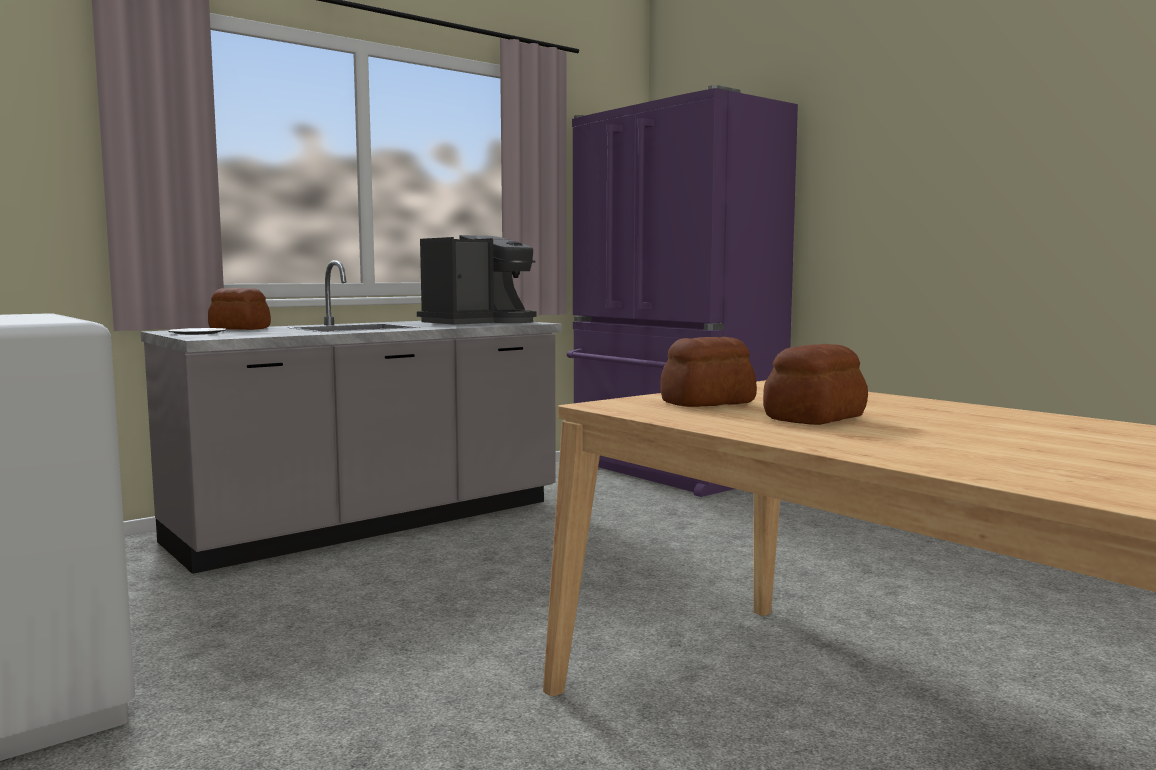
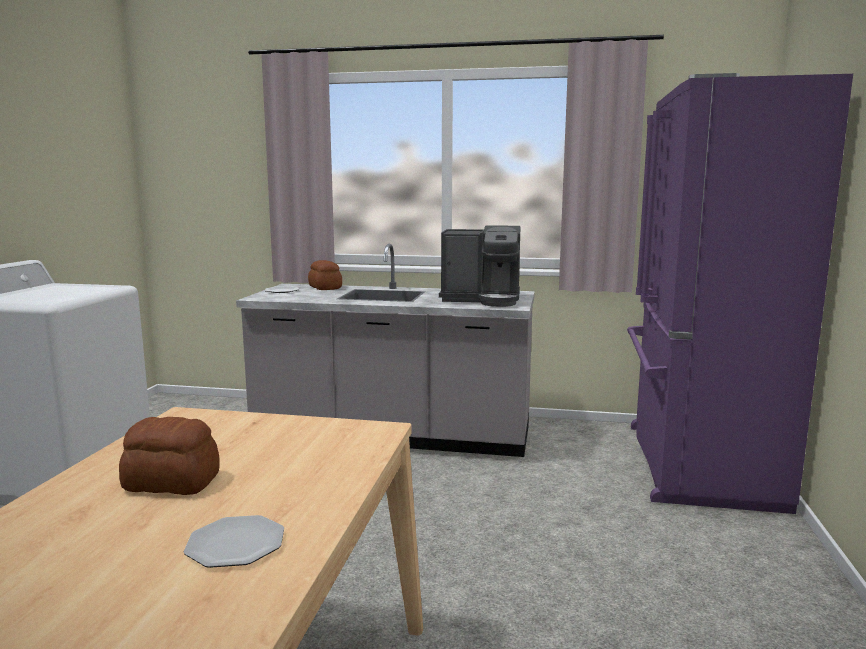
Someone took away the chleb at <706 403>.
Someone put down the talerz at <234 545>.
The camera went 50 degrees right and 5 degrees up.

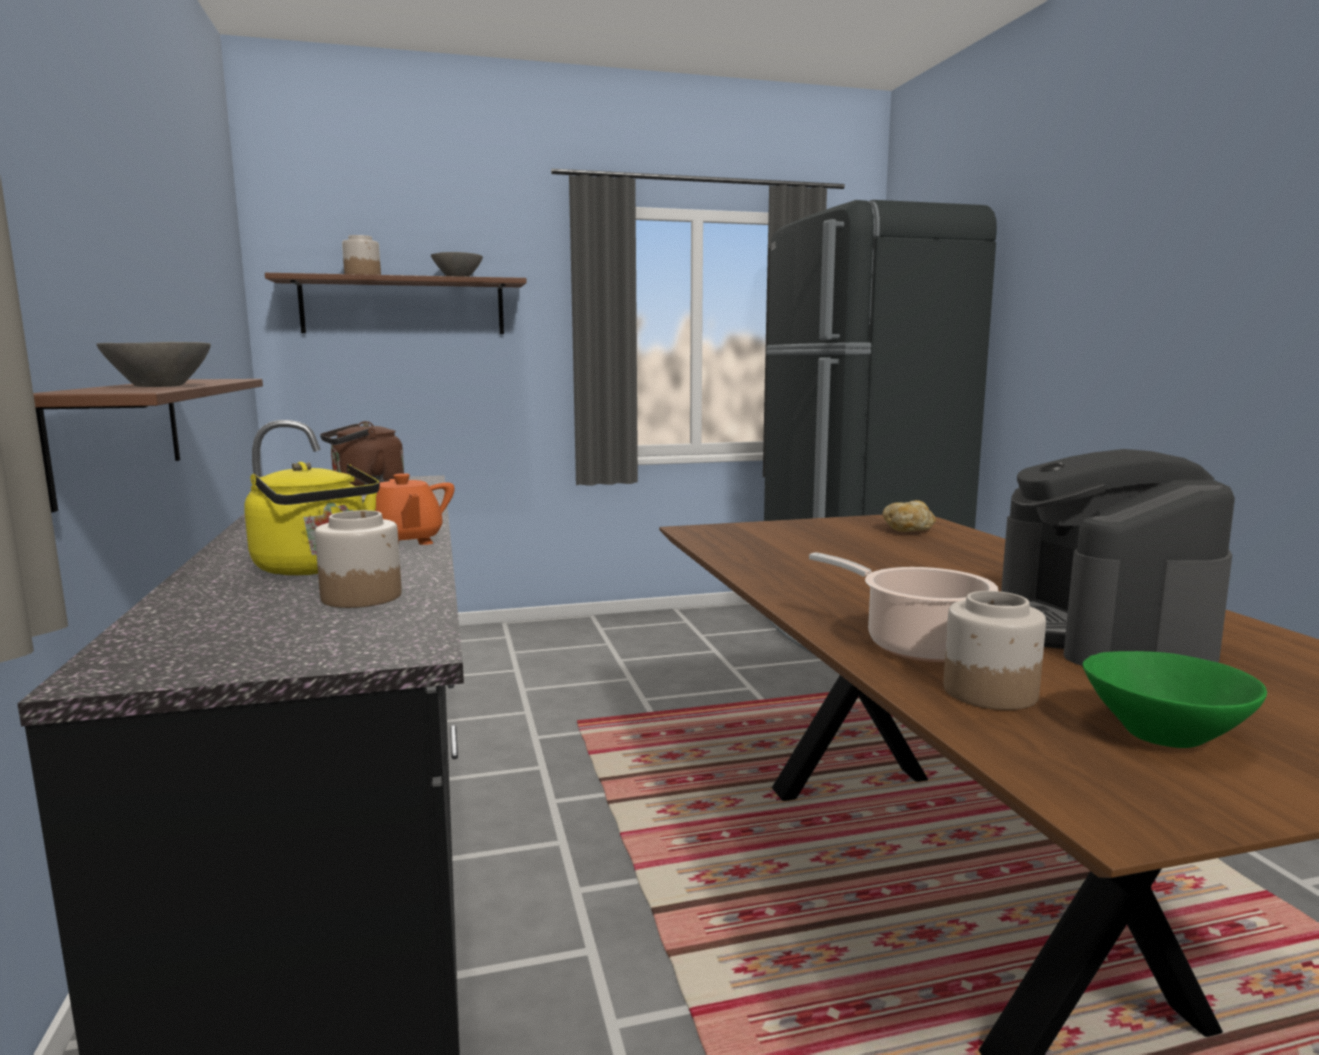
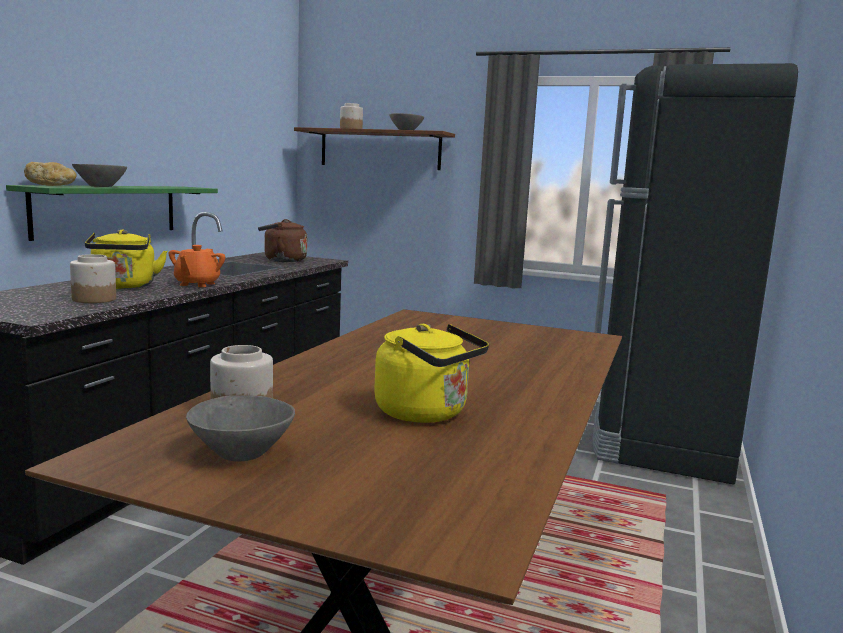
Someone took away the garnek at <917 645>.
Someone carried the chleb from <908 530> to <52 185>.
Someone swapped the ekspres do kawy at <1098 631> for the czajnik [żółty] at <426 413>.
Someone repainted the półka [brązowy] at <120 433>, which became the półka [zielony] at <108 210>.
Someone repainted the miska [zielony] at <1162 734>, which became the miska [szary] at <242 453>.
The camera went 35 degrees right and 0 degrees up.

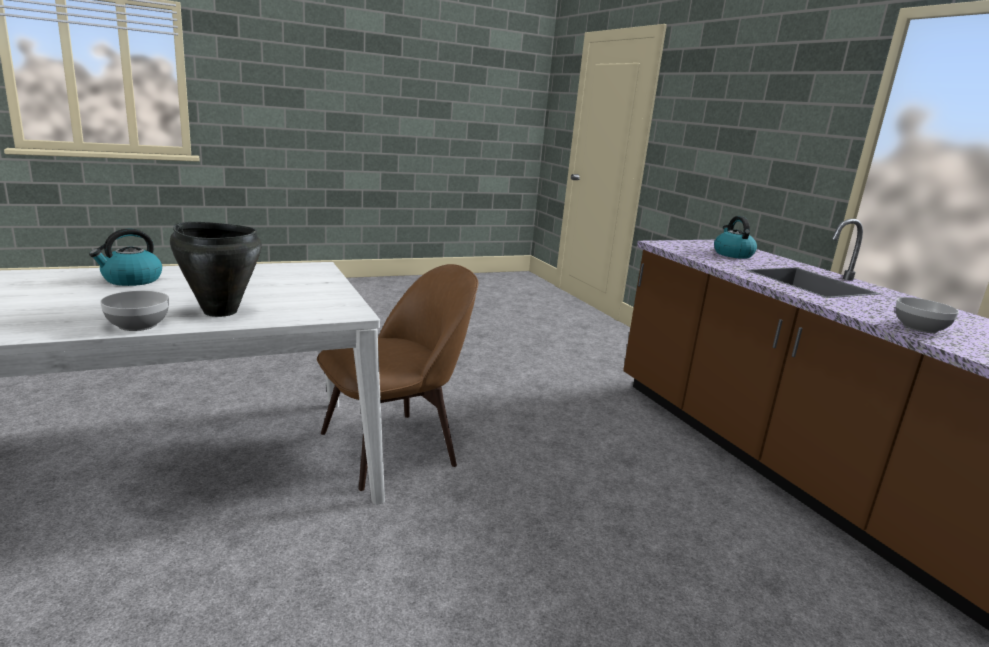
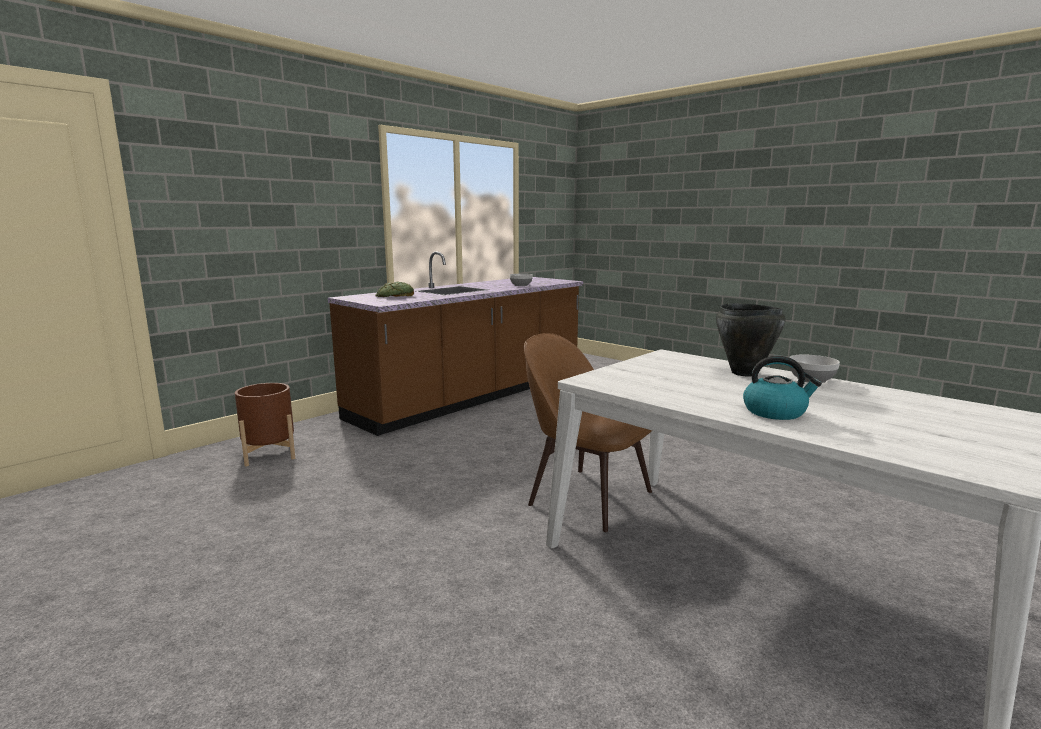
Someone put down the donica [brązowy] at <269 454>.
Someone swapped the czajnik at <732 254> for the chleb at <395 296>.
The camera went 110 degrees left and 5 degrees down.

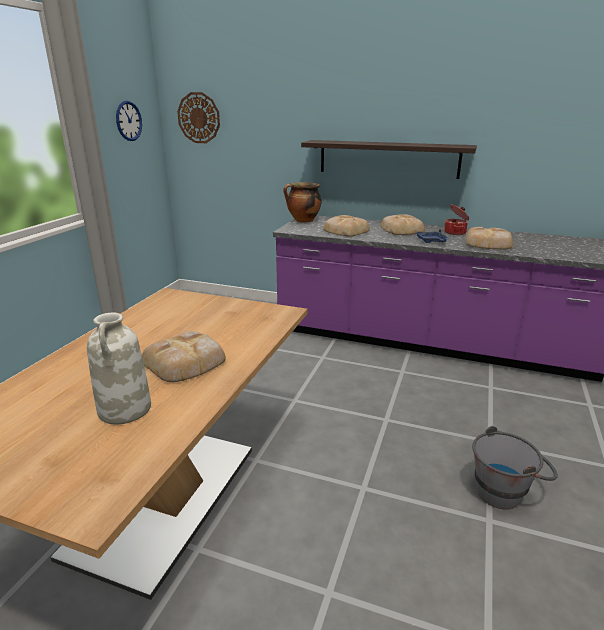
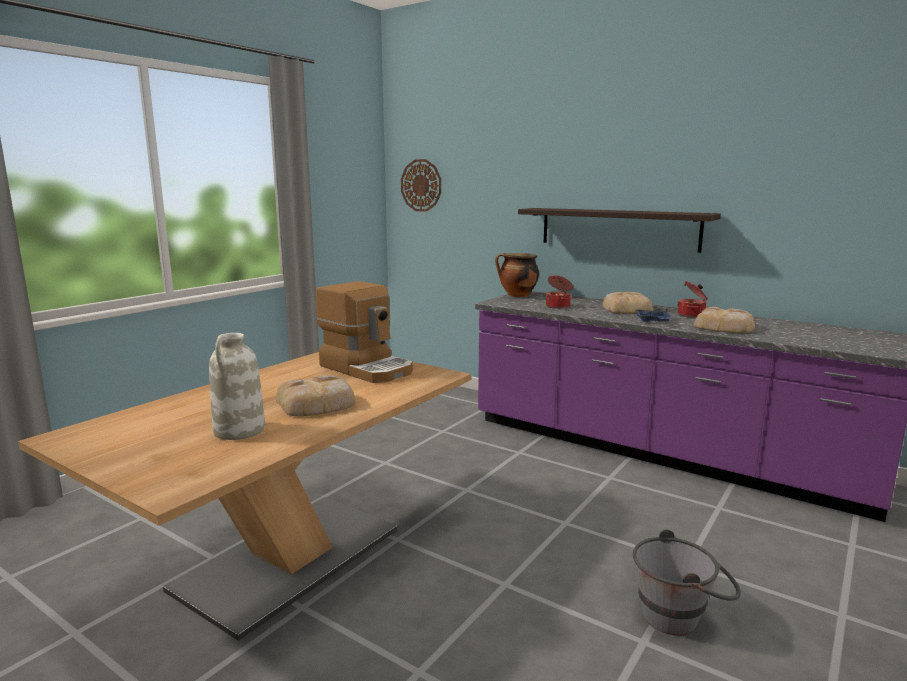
Someone took away the zegar ścienny at <128 121>.
Someone put down the ekspres do kawy at <367 368>.
Someone swapped the chleb at <345 230> for the garnek at <558 306>.
The camera went 15 degrees right and 10 degrees down.

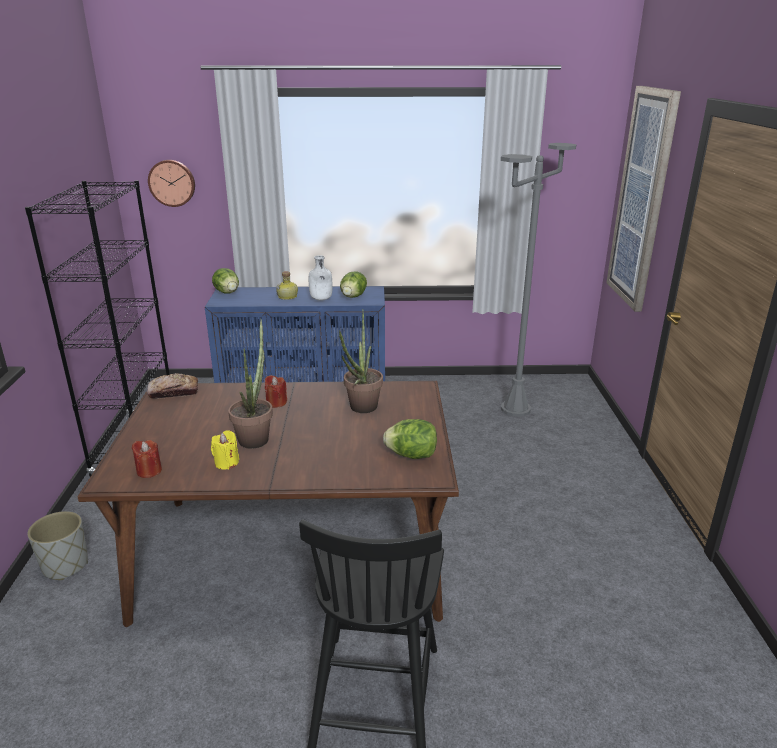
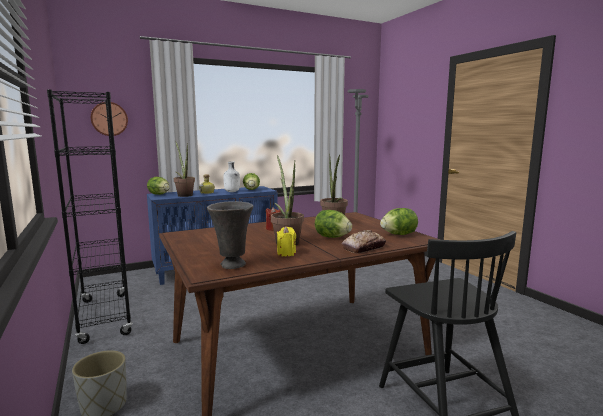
Someone took away the obraz at <642 199>.
Someone put down the roślina doniczkowa at <184 195>.
Someone put down the sałata at <332 237>.
Someone carried the chleb from <174 392> to <364 248>.
Someone swapped the świeca [czerwony] at <149 471> for the wazon [szary] at <232 265>.
The camera went 25 degrees left and 15 degrees down.

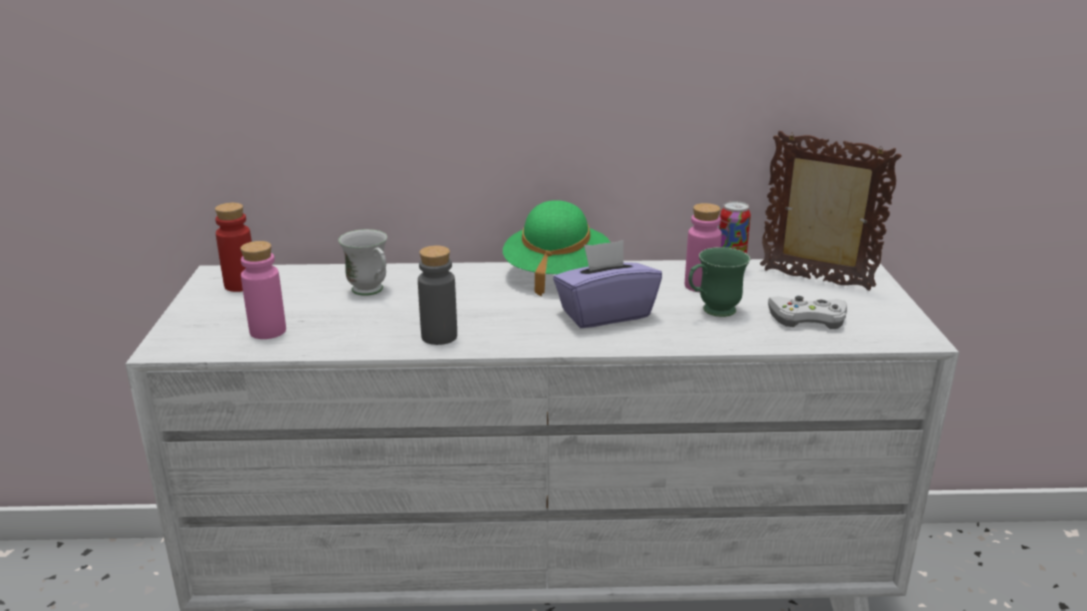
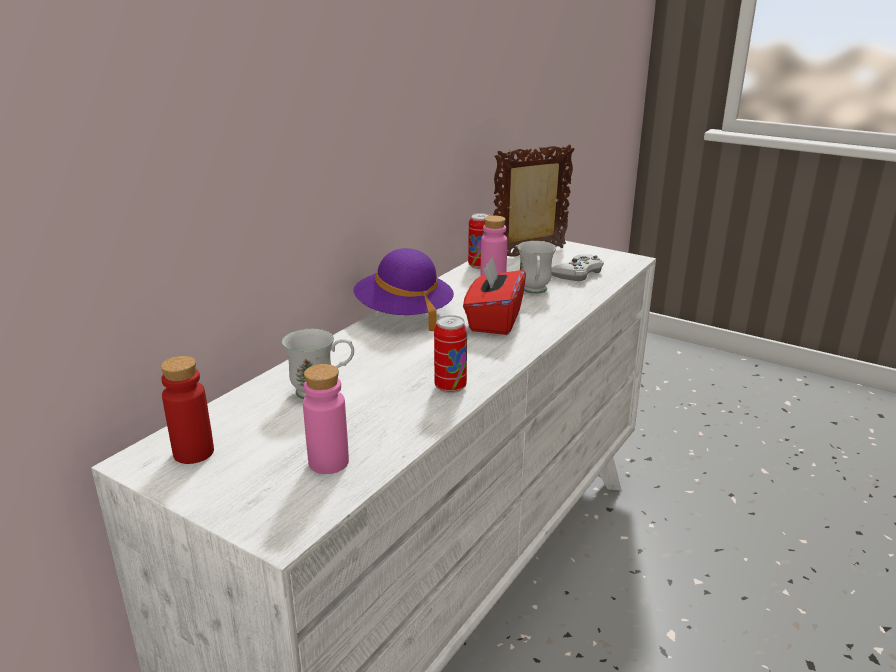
Someone swapped the butelka [szary] at <439 336> for the puszka at <450 387>.
Someone repainted the kapelusz [zielony] at <556 273>, which became the kapelusz [fioletowy] at <404 314>.
Someone repainted the pudełko chusteczek [fioletowy] at <605 314>, which became the pudełko chusteczek [czerwony] at <494 321>.
Someone repainted the kubek [zielony] at <712 312>, which became the kubek [biały] at <535 291>.
The camera went 55 degrees left and 0 degrees up.

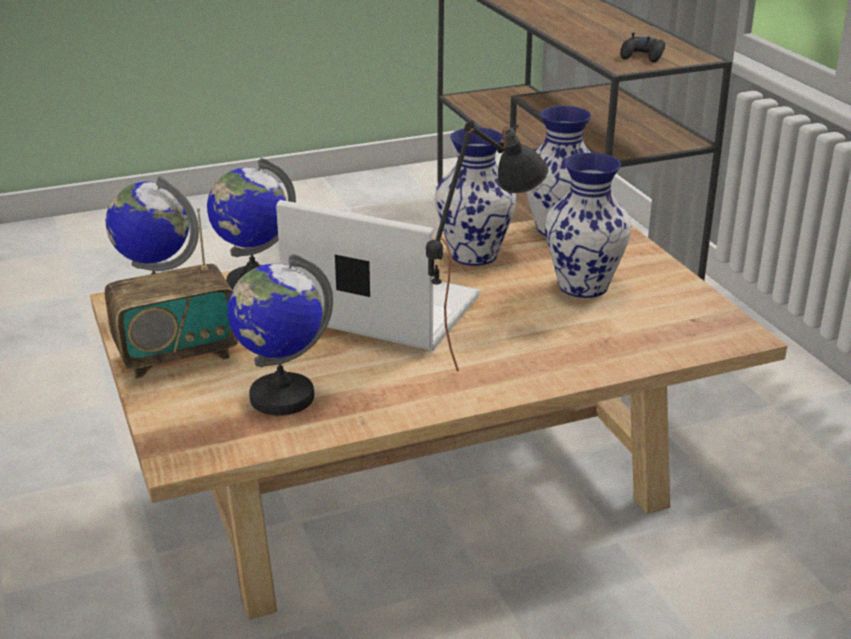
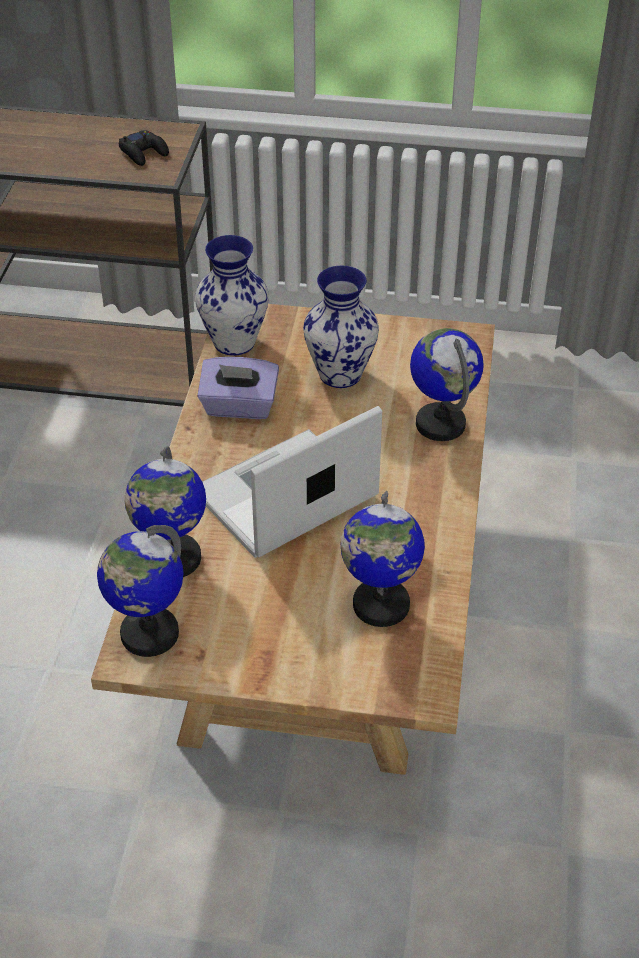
Someone took away the radio at <176 355>.
Someone took away the lampa stołowa [czarny] at <480 344>.
Someone put down the globus at <440 424>.
Someone swapped the wazon at <475 255> for the pudełko chusteczek [fioletowy] at <239 407>.
The camera went 60 degrees left and 15 degrees up.

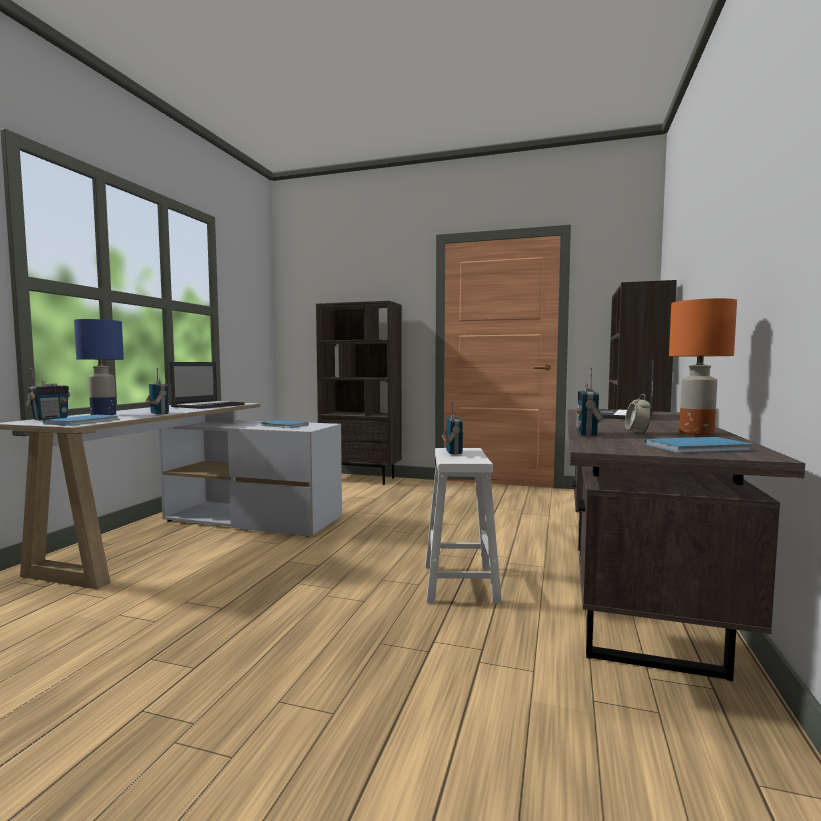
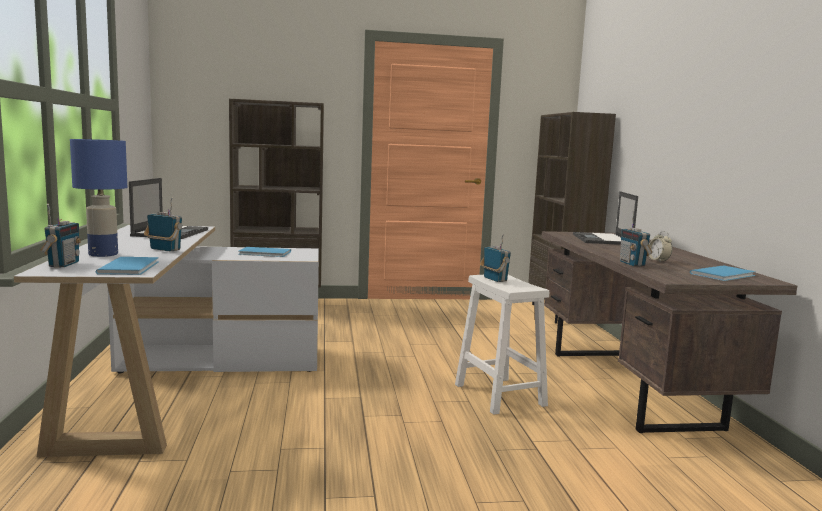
Someone took away the lampa stołowa [pomarańczowy] at <697 433>.
The camera went 25 degrees left and 5 degrees up.

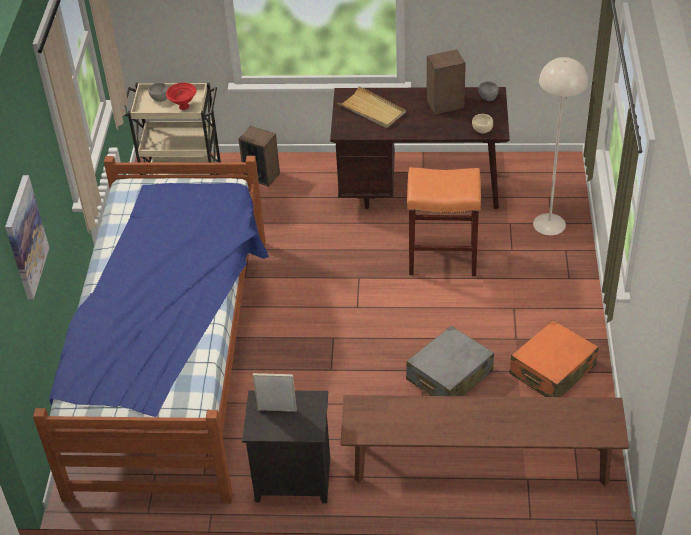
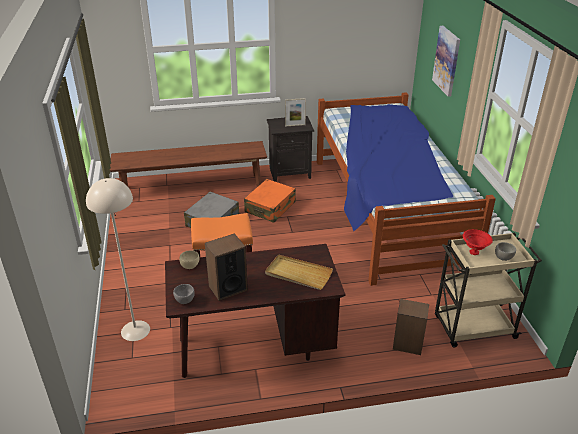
Someone carried the walizka [pomarańczowy] from <552 370> to <270 207>.
The camera went 165 degrees right and 10 degrees down.

